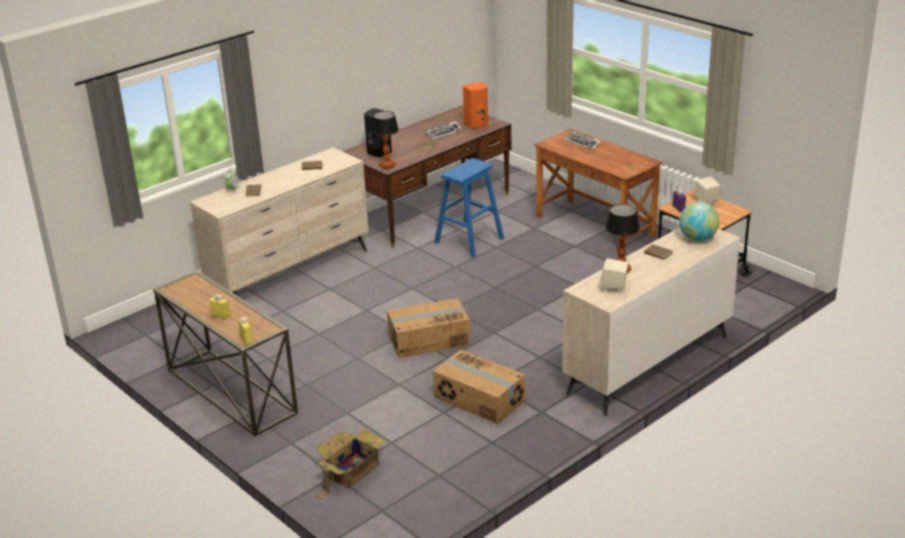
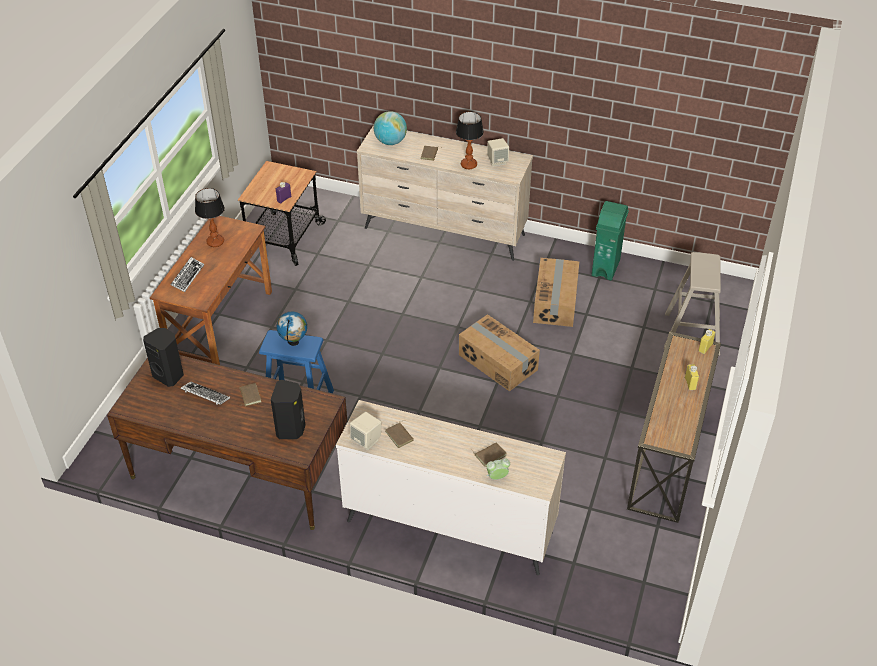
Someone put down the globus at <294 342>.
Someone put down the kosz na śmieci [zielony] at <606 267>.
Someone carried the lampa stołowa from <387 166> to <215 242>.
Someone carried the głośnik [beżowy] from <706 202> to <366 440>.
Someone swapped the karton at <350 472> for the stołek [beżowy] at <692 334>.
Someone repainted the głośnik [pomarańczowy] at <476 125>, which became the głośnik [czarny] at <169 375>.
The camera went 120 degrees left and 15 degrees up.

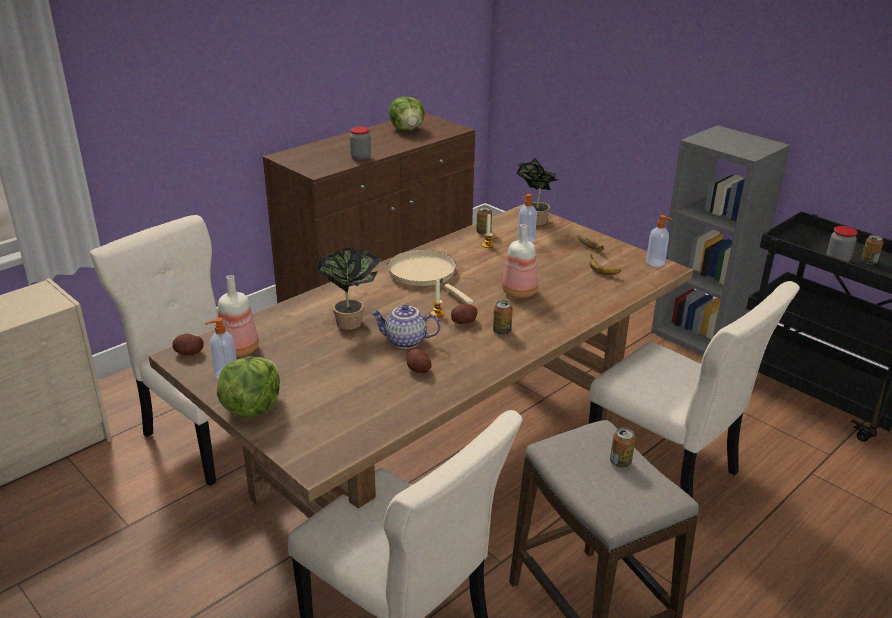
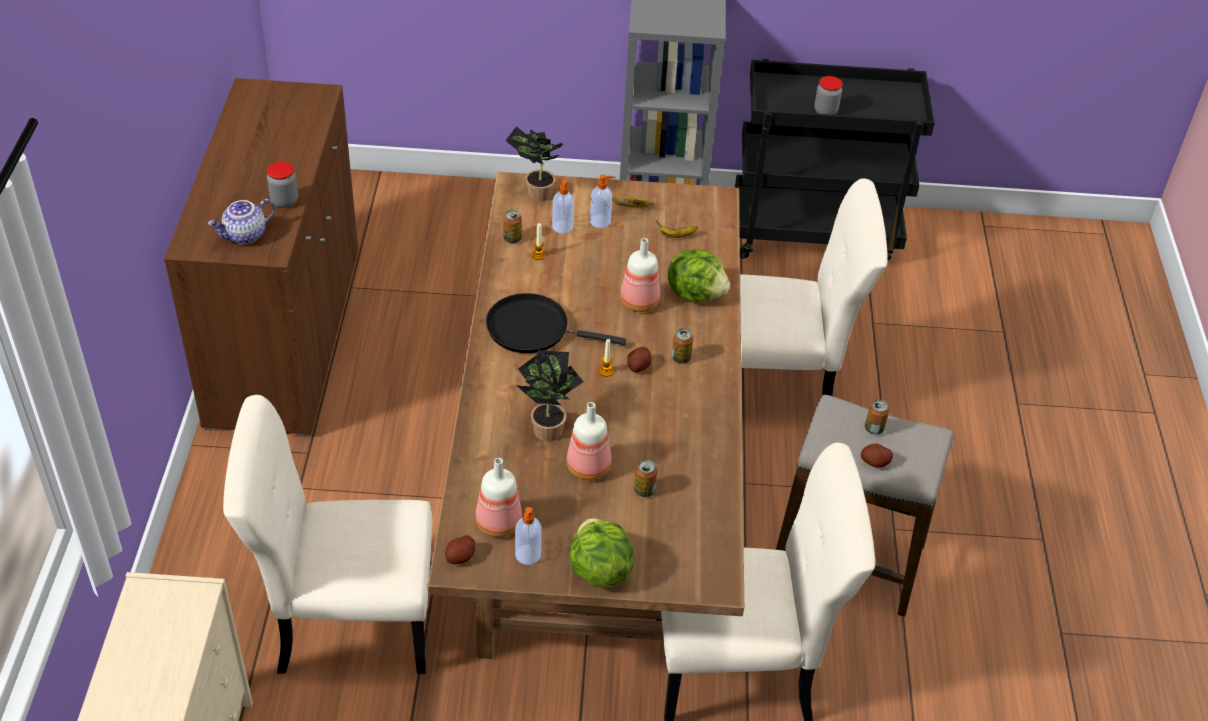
Someone put down the butelka at <589 466>.
Someone carried the imbryk from <405 341> to <245 236>.
Someone carried the sałata from <407 130> to <696 293>.
Someone carried the ziemniak from <418 369> to <875 462>.
Someone carried the dozownik mydła from <656 263> to <601 221>.
Someone carried the puszka from <868 262> to <644 490>.
Someone repainted the patelnia [beżowy] at <425 274>, which became the patelnia [czarny] at <533 329>.
The camera went 45 degrees left and 15 degrees up.

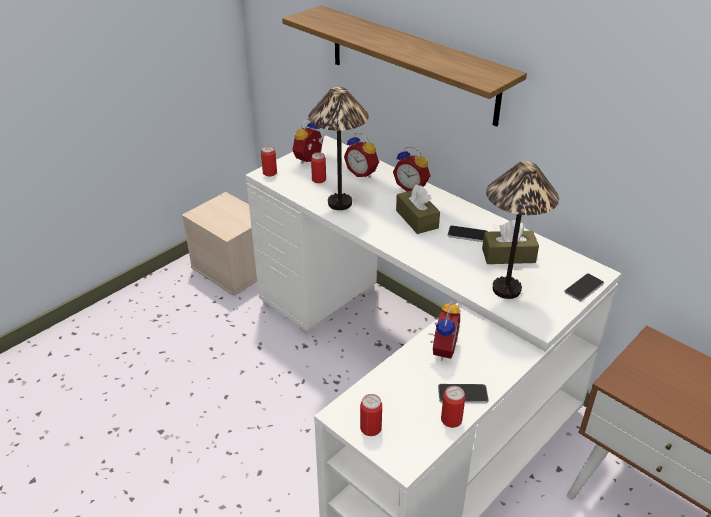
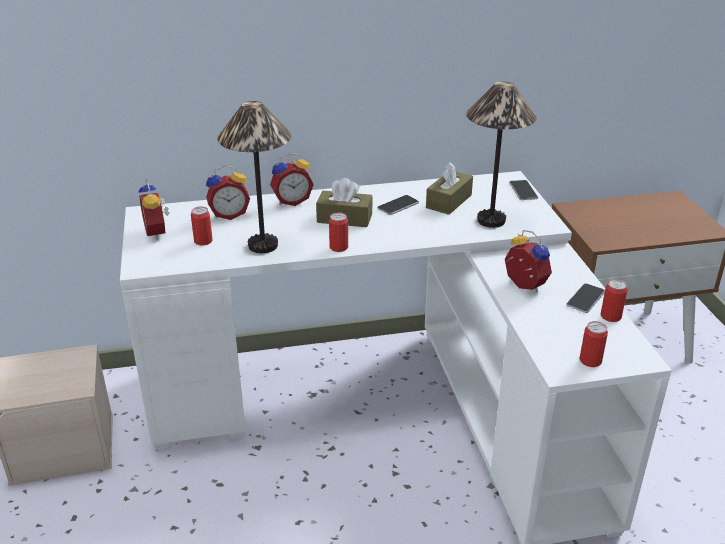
Someone took away the półka at <412 64>.
Someone carried the puszka from <269 173> to <339 247>.
The camera went 55 degrees left and 5 degrees down.

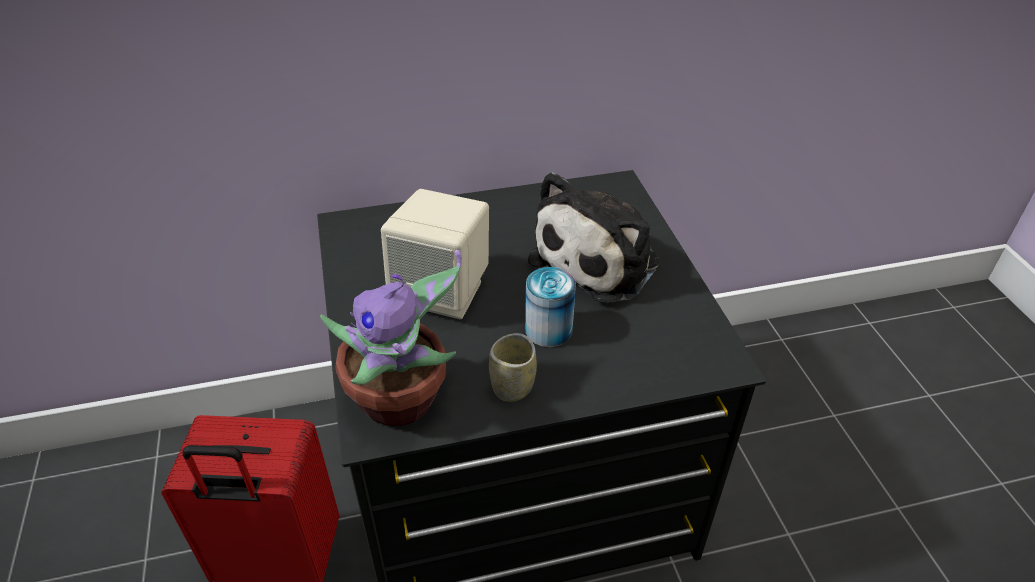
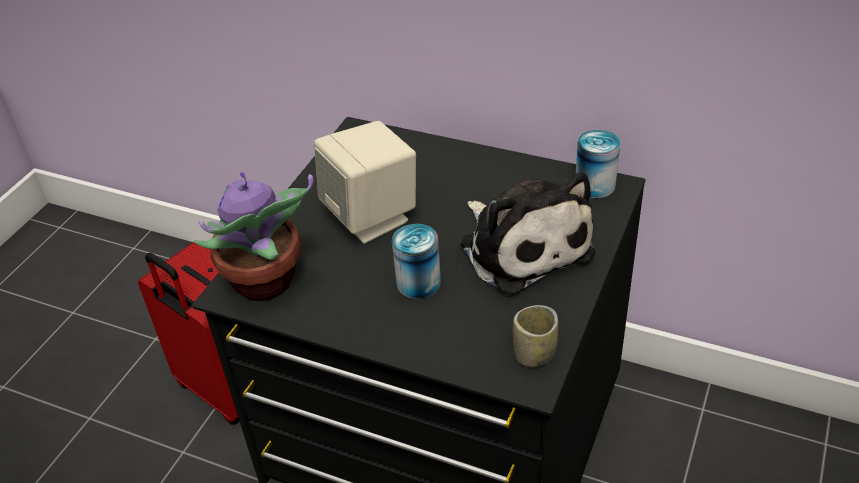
Someone put down the puszka at <595 185>.
Someone carried the filiżanka from <512 387> to <534 354>.
Someone rotated the pluszak at <600 259> by 105 degrees counterclockwise.
The camera went 40 degrees right and 0 degrees up.

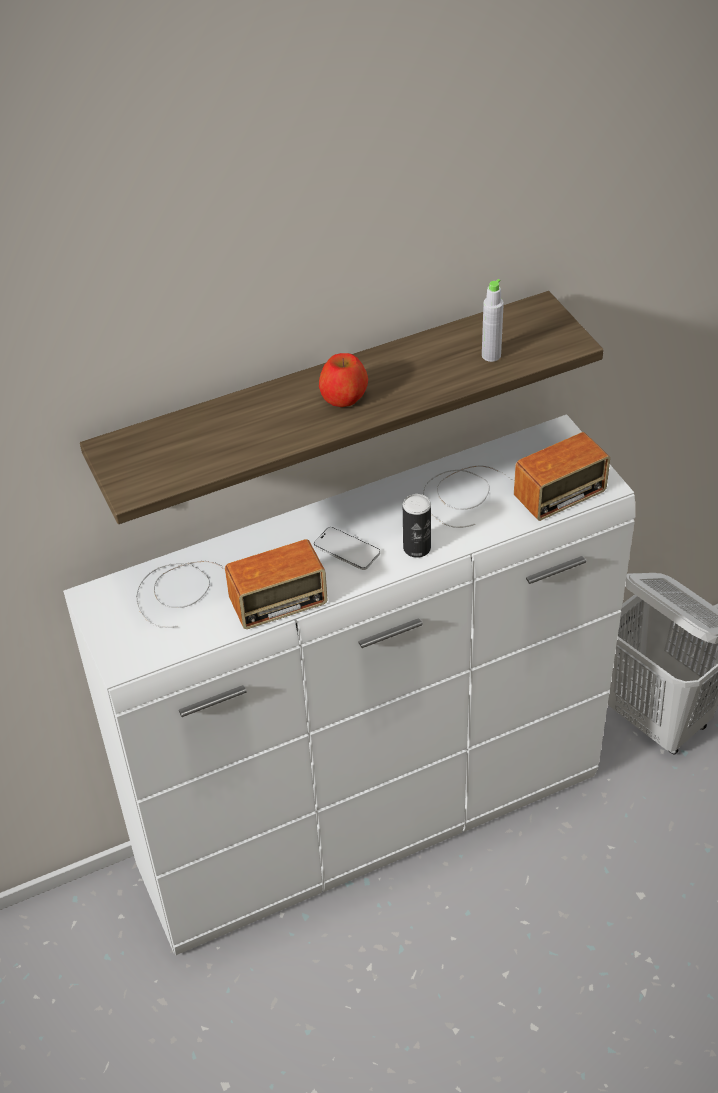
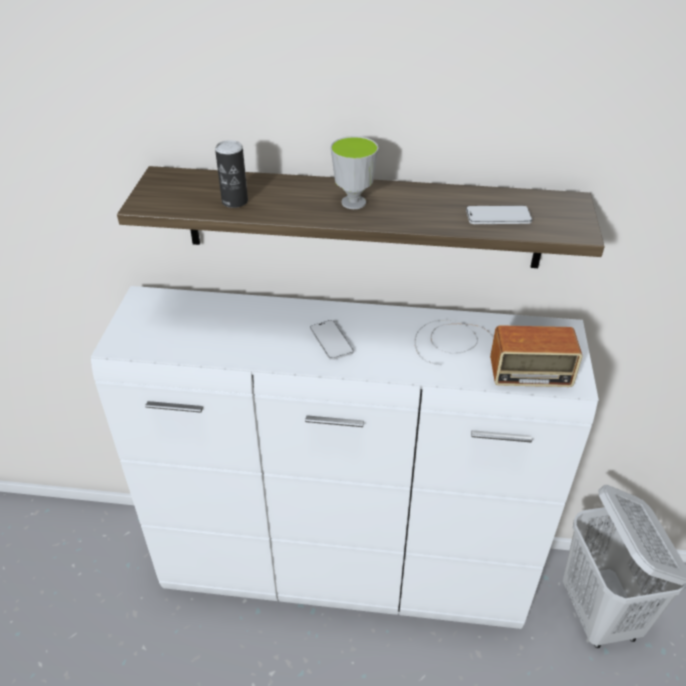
Someone took away the radio at <223 594>.
Someone carried the puszka from <417 548> to <235 201>.
Someone swapped the jabłko at <344 396> for the filiżanka at <353 202>.
Someone swapped the butelka [szary] at <491 355> for the telefon at <498 217>.
The camera went 30 degrees right and 5 degrees down.

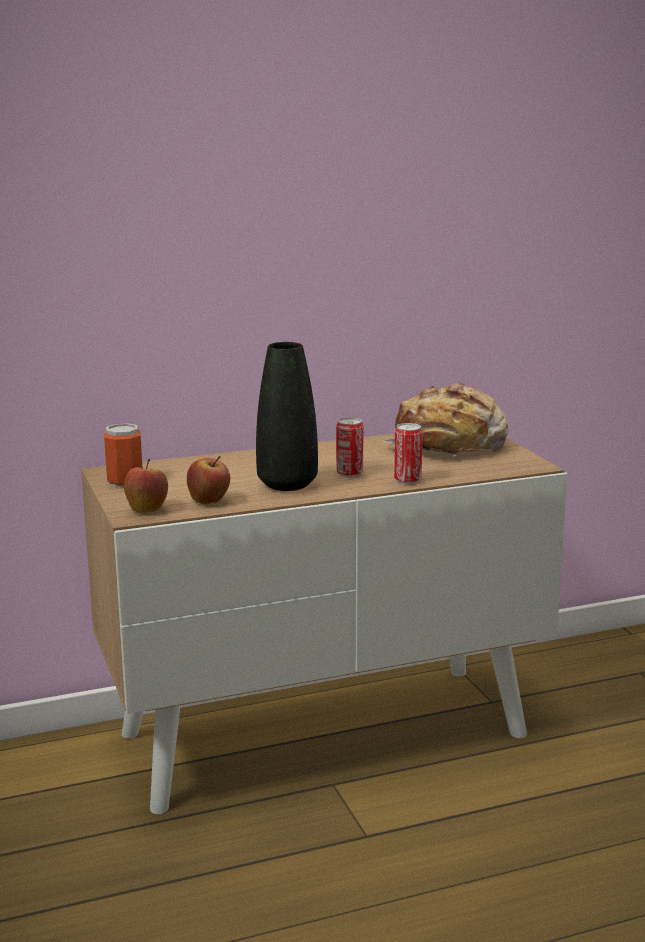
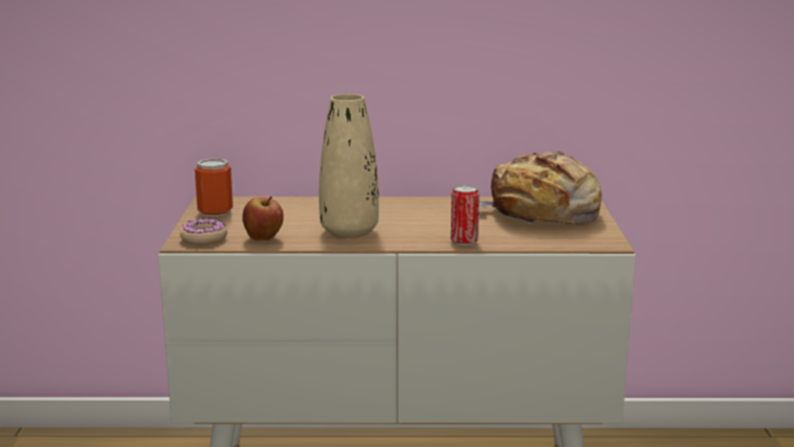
Someone took away the puszka at <349 473>.
Someone swapped the jabłko at <147 509> for the donut at <204 238>.
Someone repainted the wazon [czarny] at <287 484>, which became the wazon [beżowy] at <349 231>.
The camera went 20 degrees right and 0 degrees up.

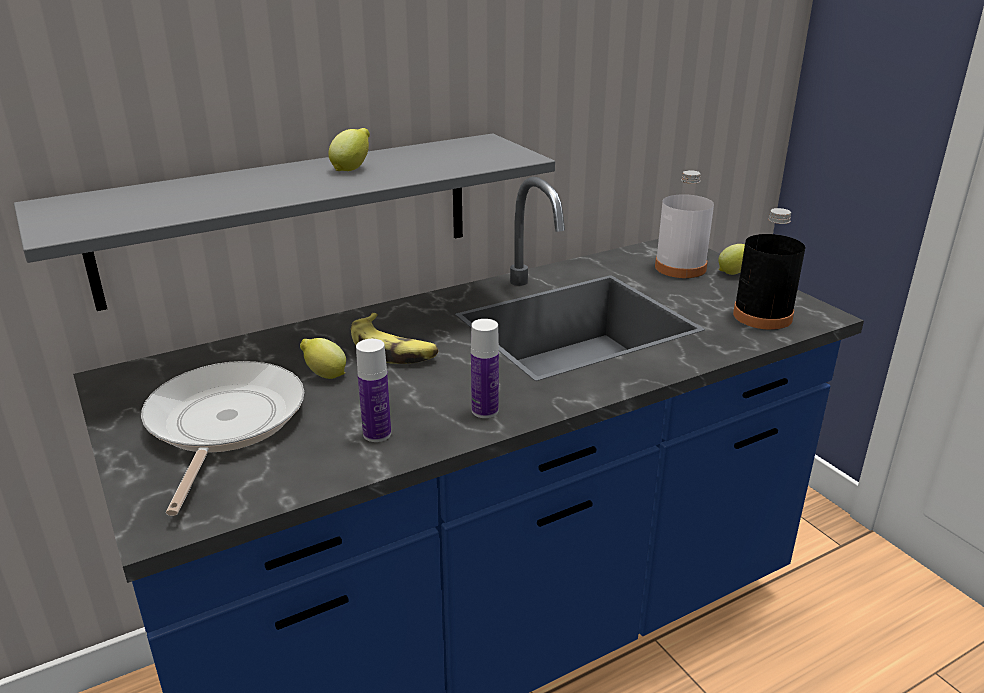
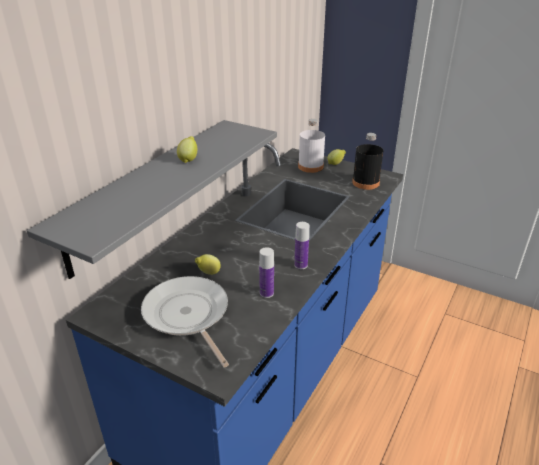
Someone took away the banan at <393 349>.
The camera went 30 degrees left and 5 degrees up.

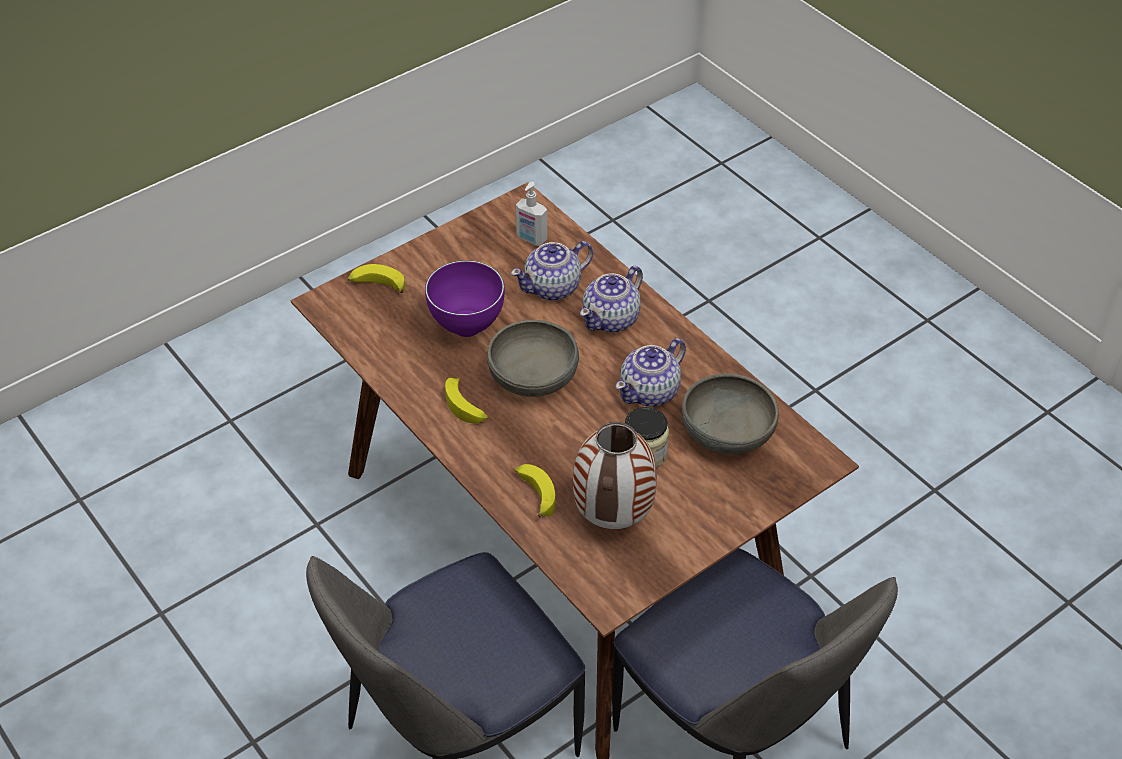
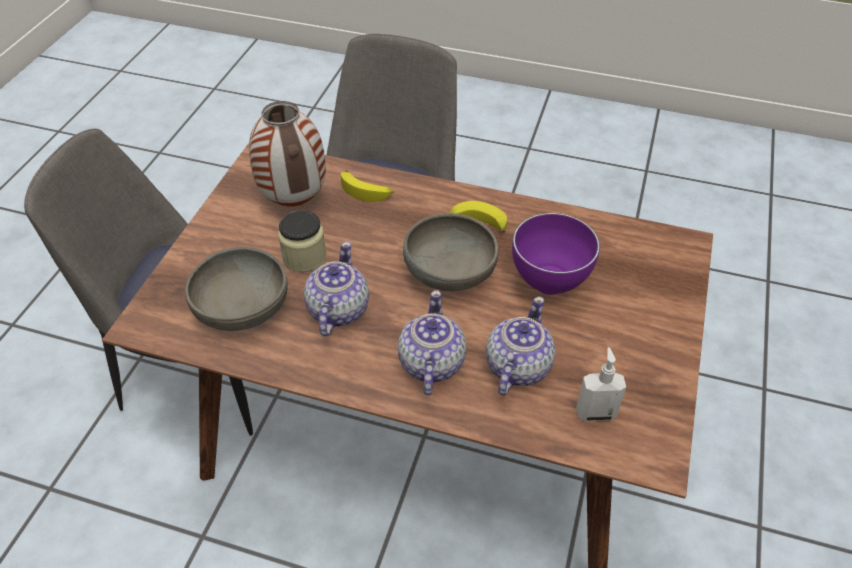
Someone took away the banan at <377 285>.
The camera went 145 degrees right and 0 degrees up.

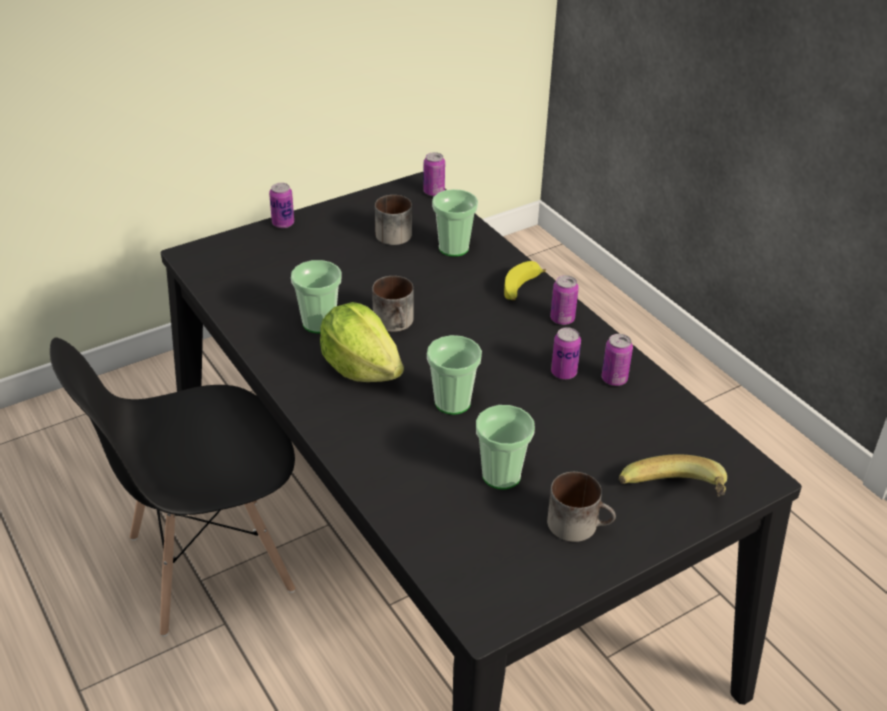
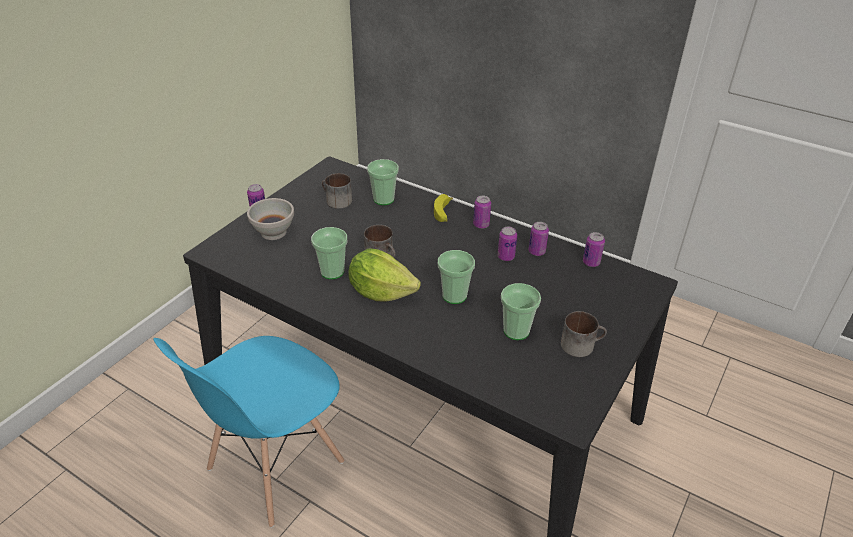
Someone took away the banan at <674 499>.
Someone put down the miska [biały] at <273 232>.
Someone carried the puszka from <433 192> to <591 262>.
Someone repainted the krzesło [czarny] at <208 564>, which became the krzesło [niebieski] at <274 466>.
The camera went 25 degrees left and 0 degrees up.

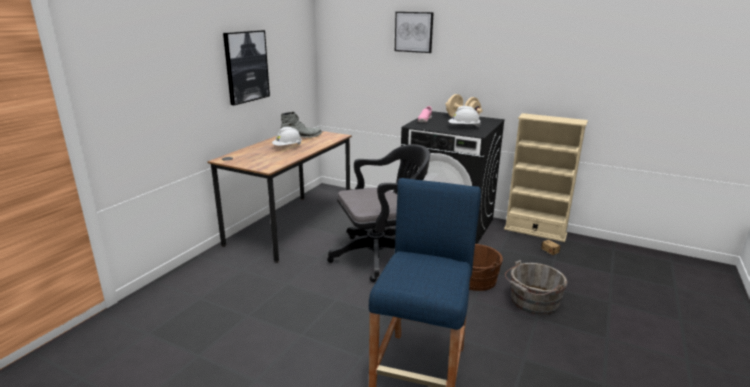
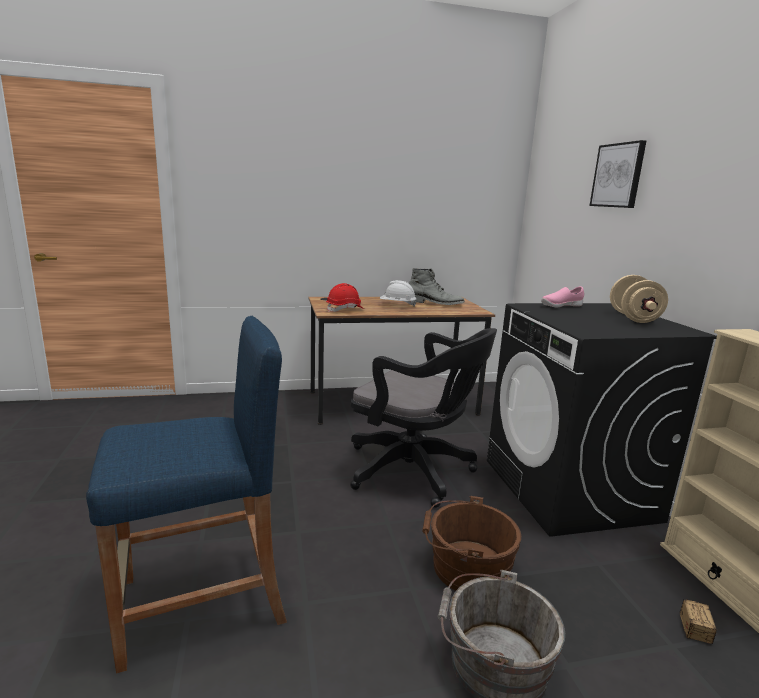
Someone took away the obraz at <246 66>.
Someone took away the kask [biały] at <463 127>.
Someone put down the kask [czerwony] at <345 310>.
The camera went 50 degrees right and 5 degrees down.

